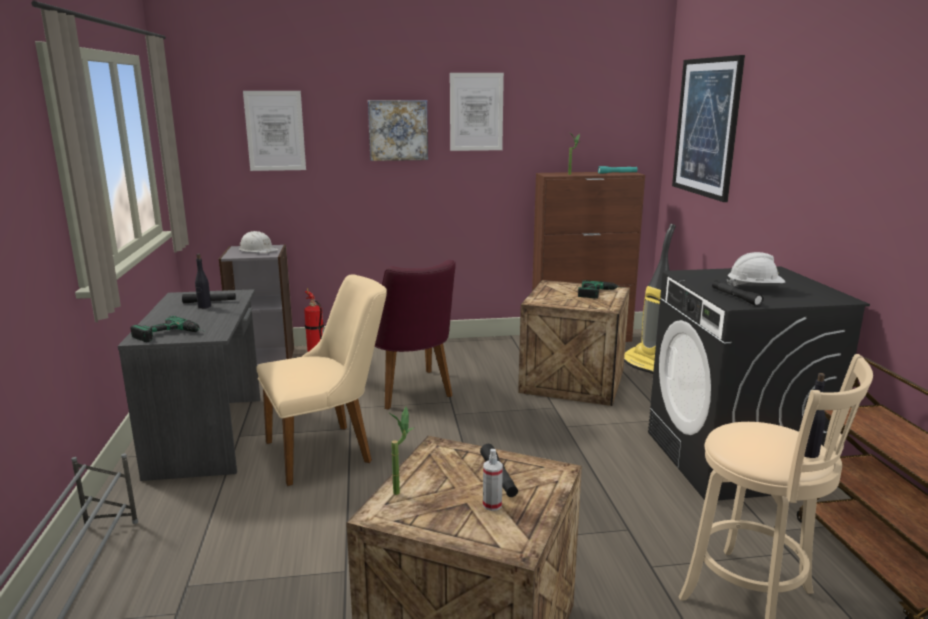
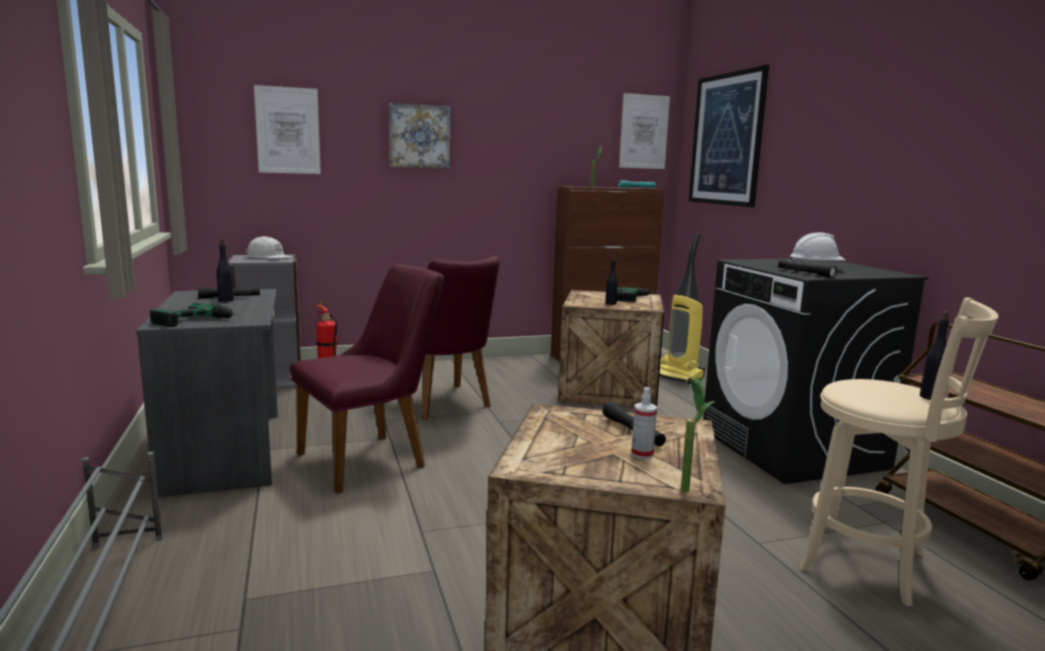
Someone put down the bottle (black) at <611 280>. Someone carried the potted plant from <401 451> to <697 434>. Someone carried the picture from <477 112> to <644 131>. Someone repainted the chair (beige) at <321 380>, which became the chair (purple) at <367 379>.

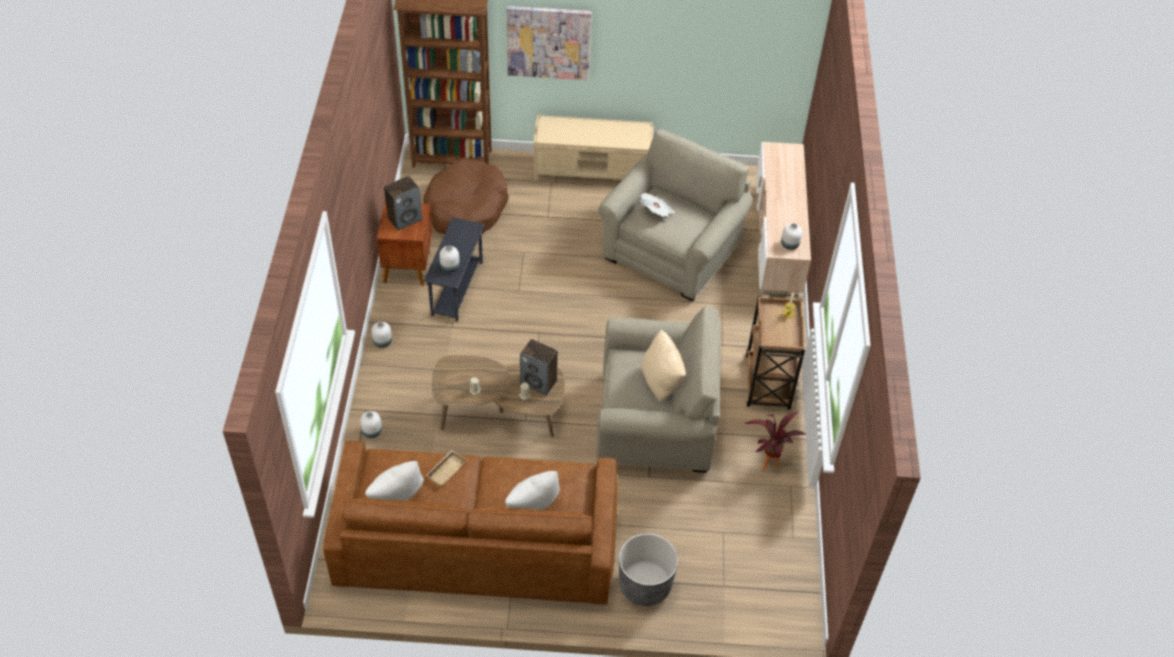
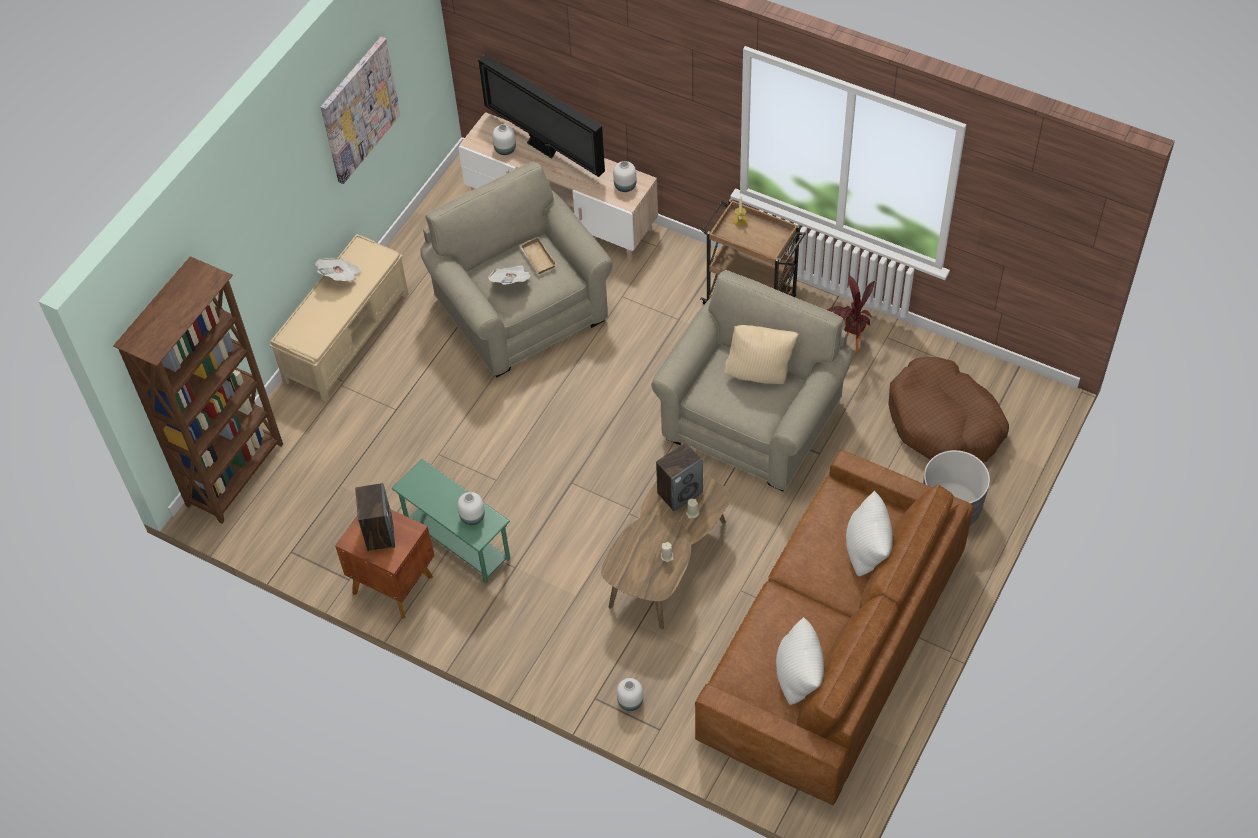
Someone put down the newspaper at <339 270>. Someone put down the television at <541 116>. Someone carried the vase (white) from <381 335> to <504 139>. Someone carried the dog bed (brown) from <466 196> to <948 410>. Someone carried the tray (beige) from <446 468> to <538 255>. Someone carried the picture from <548 43> to <361 110>. Someone repainted the side table (grey) at <454 269>, which became the side table (green) at <450 521>.

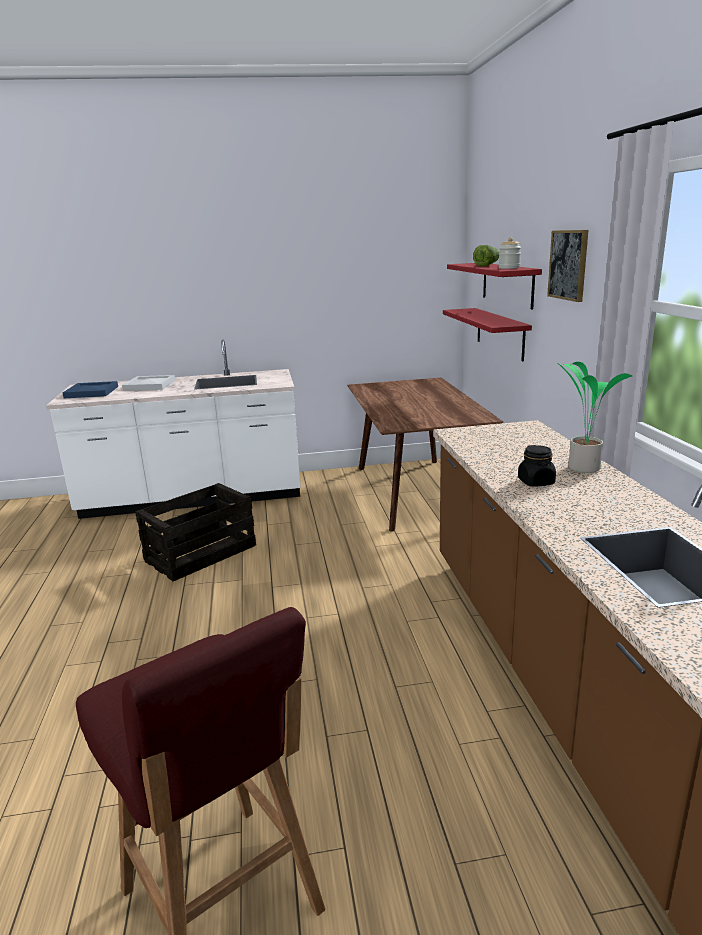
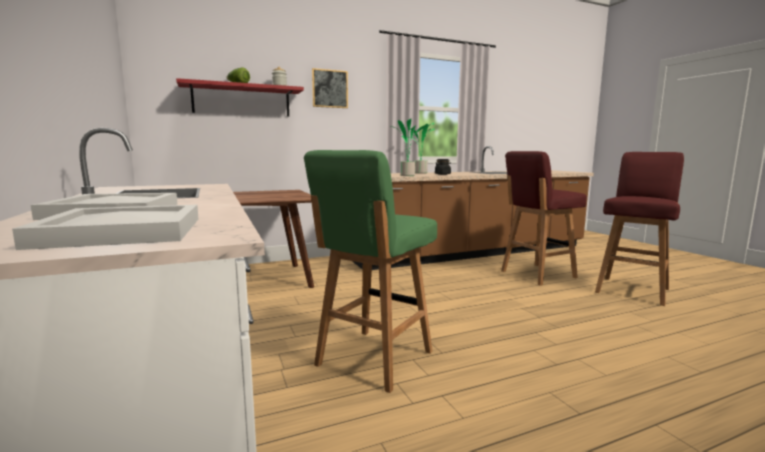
Someone took away the shelf (red) at <487 334>. Someone put down the potted plant at <408 147>. Someone put down the stool (red) at <544 218>. Someone swapped the crate at <195 532> for the stool (green) at <370 271>. Someone repainted the tray (blue) at <90 389>, which became the tray (white) at <105 227>.

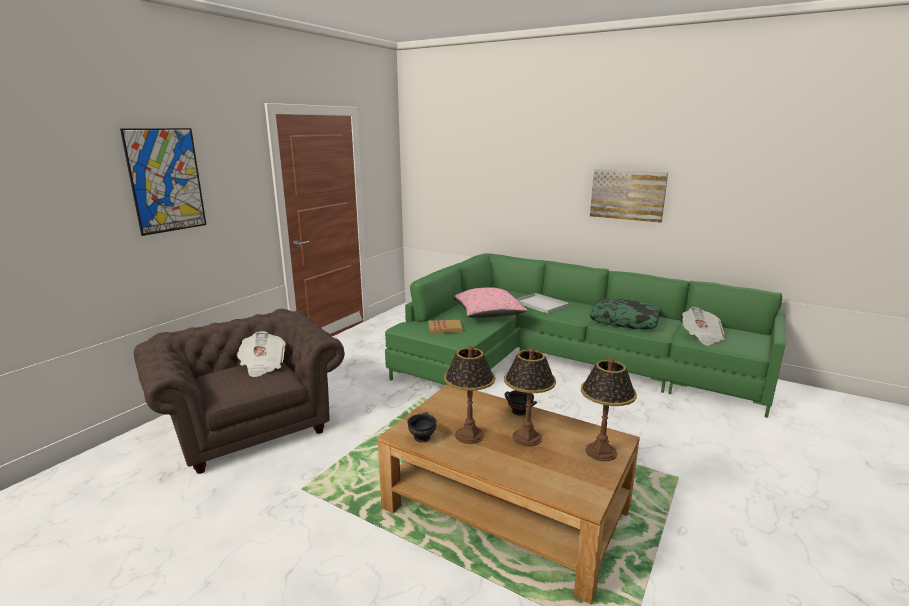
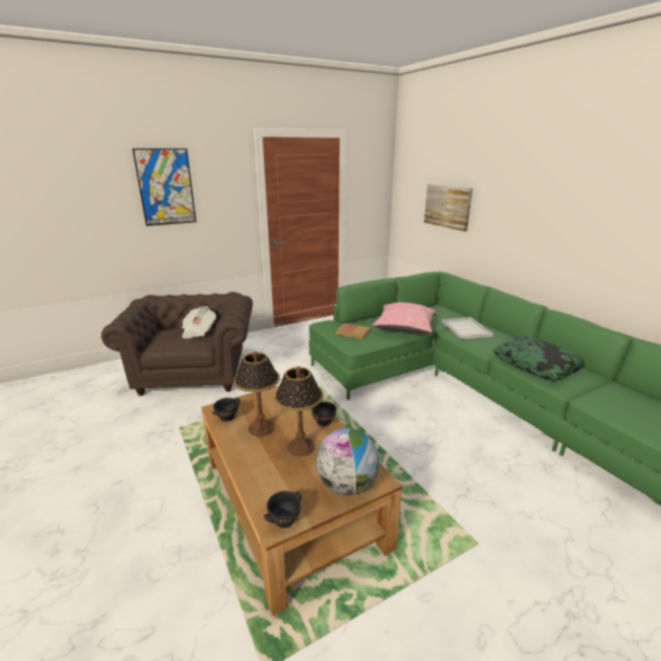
Someone took away the newspaper at <703 326>. Someone put down the bowl (black) at <283 509>. Someone carried the picture from <629 196> to <448 207>. Someone swapped the table lamp at <609 409> for the globe at <348 461>.

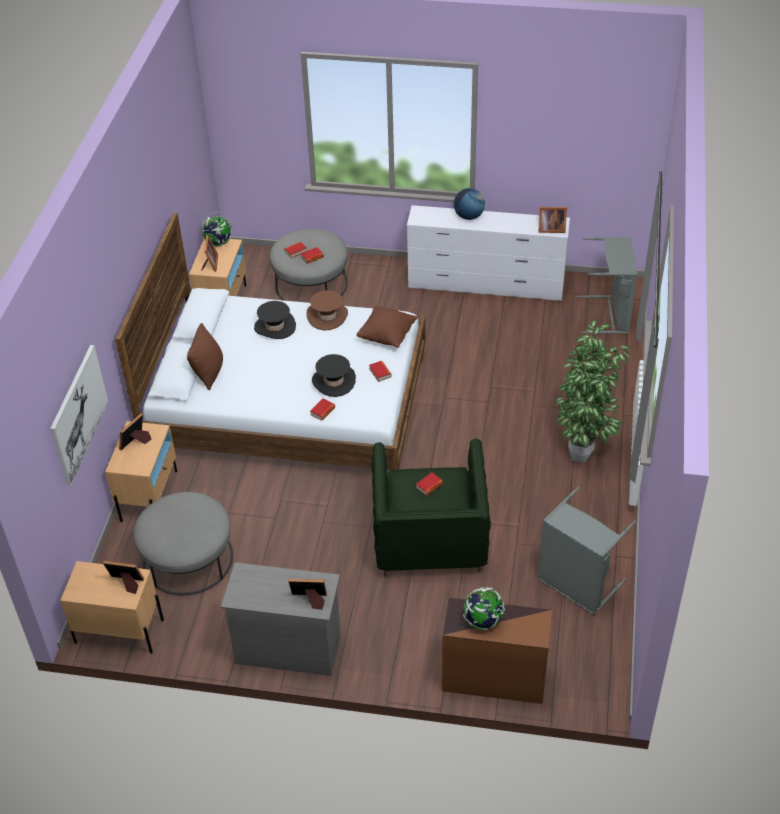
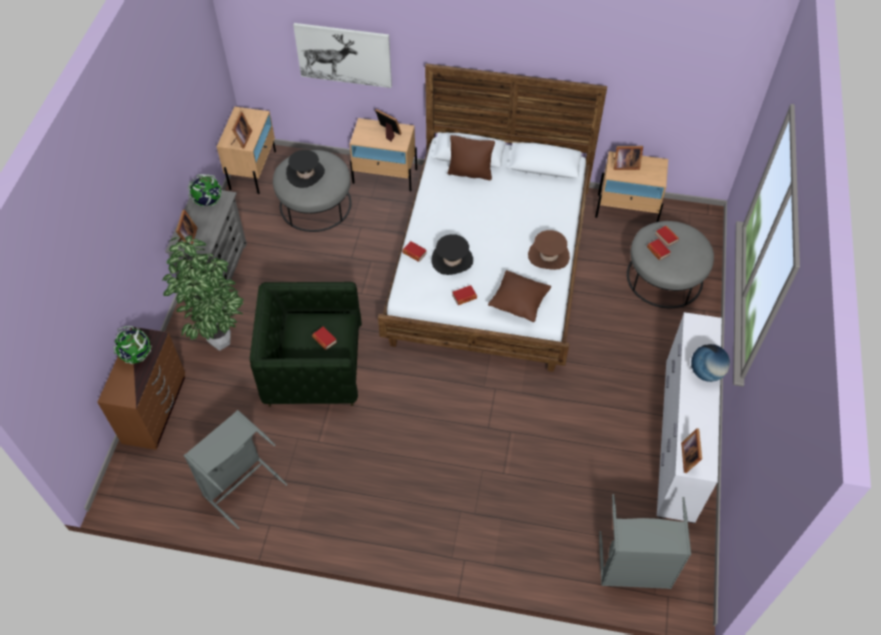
Someone carried the globe from <217 229> to <205 190>. Someone carried the hat (black) from <275 320> to <305 169>. Someone carried the potted plant from <593 391> to <203 293>.

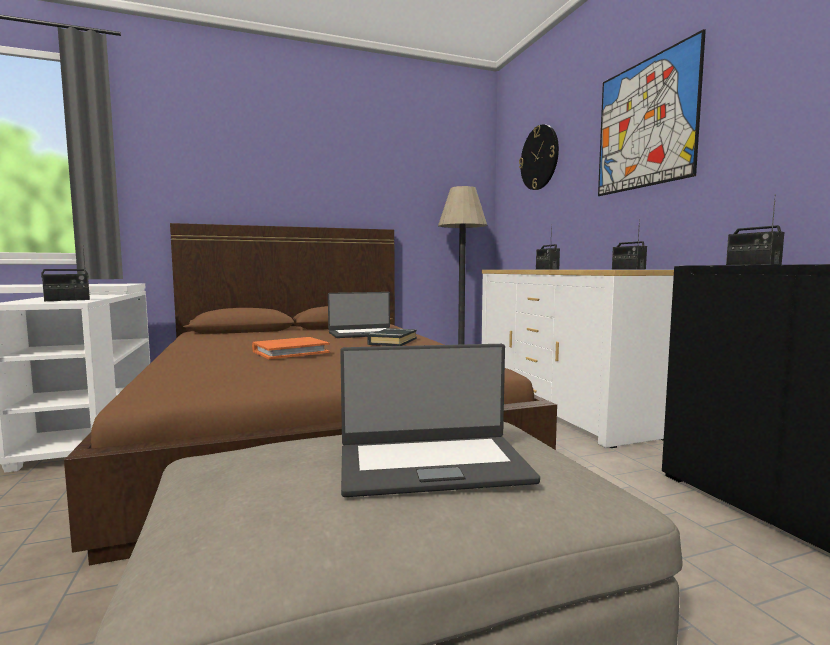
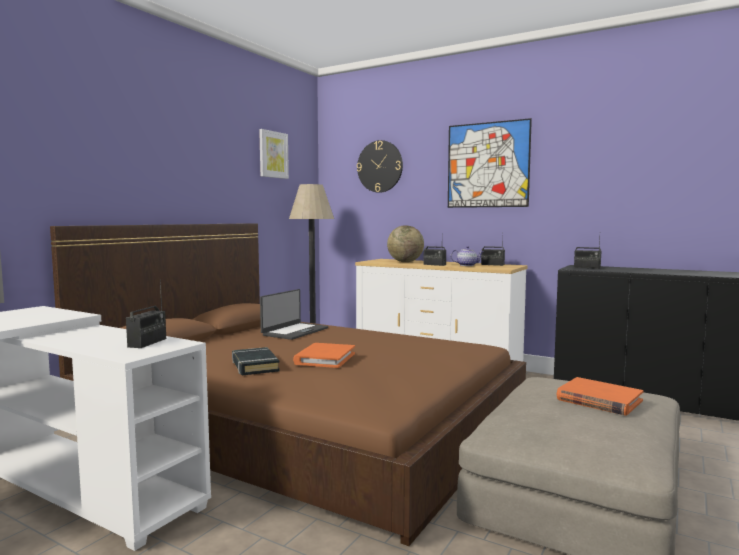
Someone put up the picture at <274 154>. Someone put down the globe at <405 243>. Someone put down the teapot at <467 256>. Someone carried the book (black) from <392 337> to <256 361>. Someone swapped the laptop at <440 420> for the book (orange) at <600 396>.

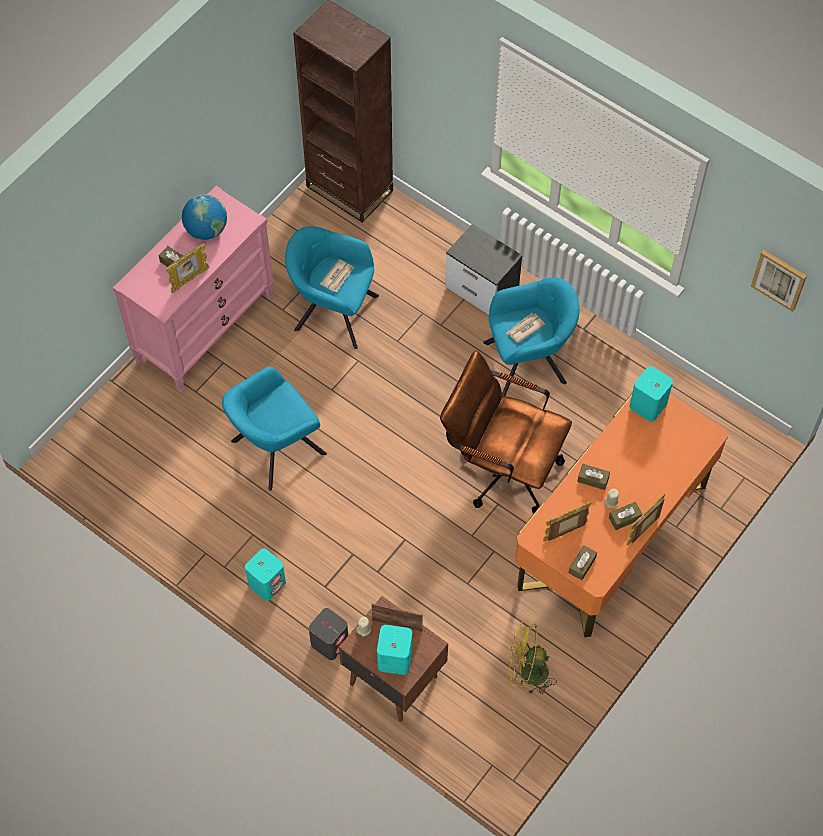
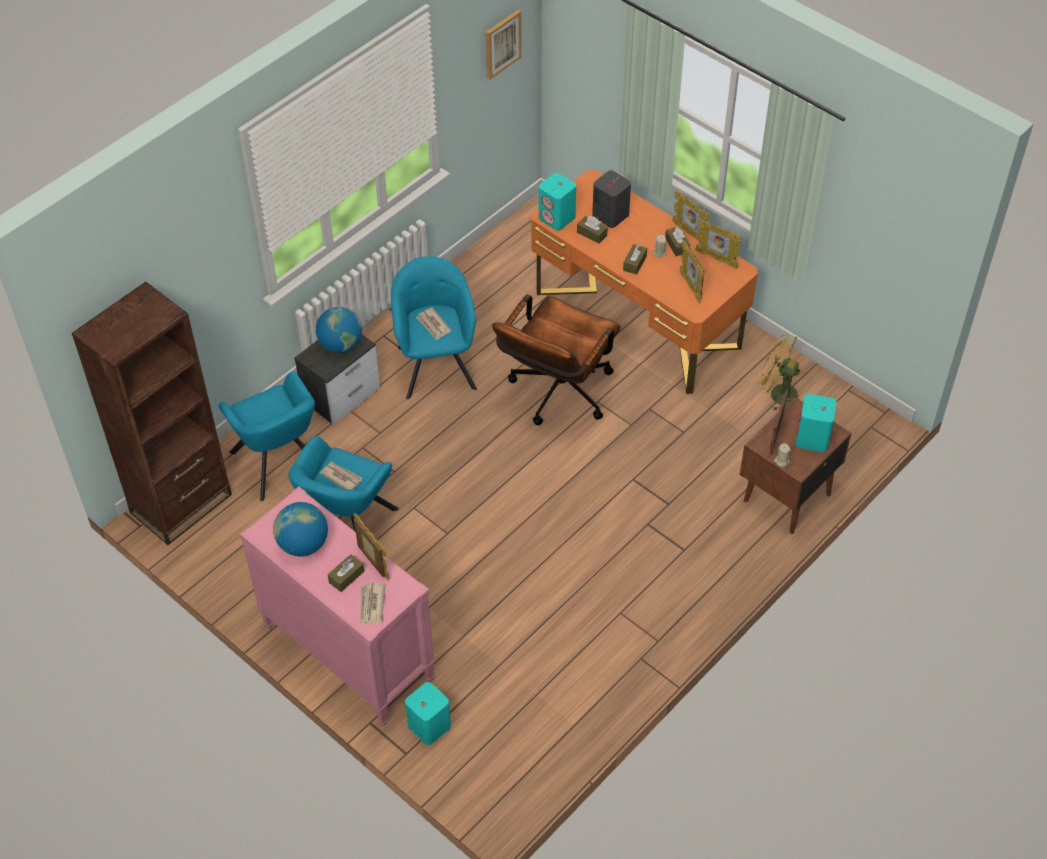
Someone put down the globe at <339 330>. Someone put down the newspaper at <372 604>. Someone put down the picture frame at <718 243>. Someone carried the armchair (turquoise) from <274 429> to <267 437>. Someone carried the speaker (turquoise) from <265 574> to <428 713>. Someone carried the speaker (grey) from <328 634> to <611 199>. Someone carried the tissue box (brown) from <582 562> to <592 230>. Someone rotated the fan (yellow) at <532 658> by 105 degrees clockwise.

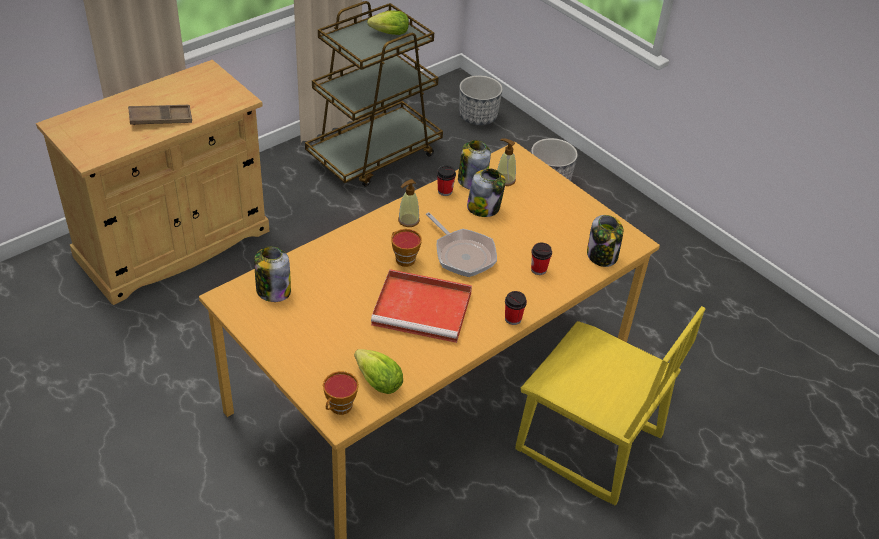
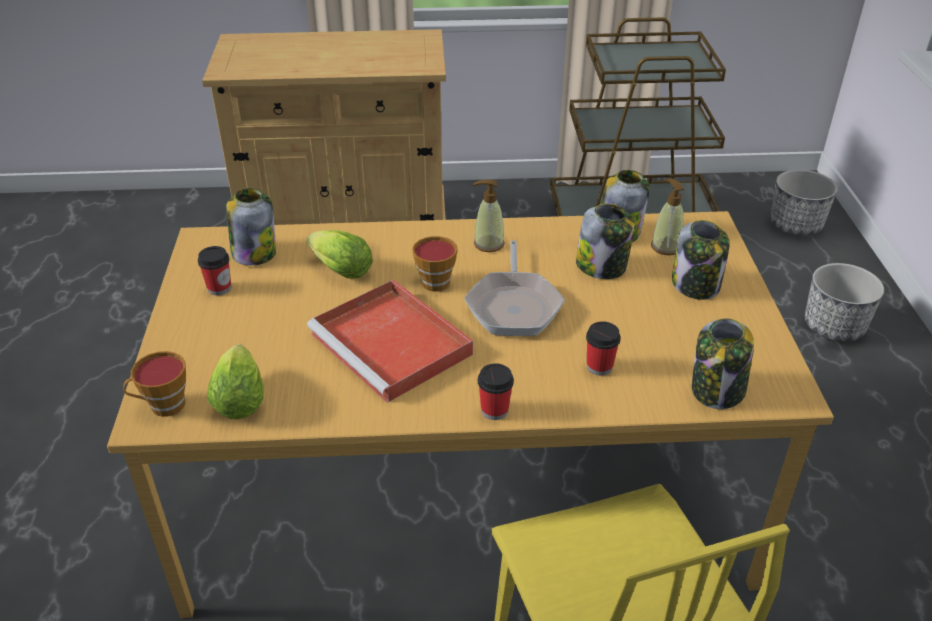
Someone took away the tray (brown) at <160 115>. Someone put down the jar at <701 260>. Someone carried the lettuce from <388 23> to <339 254>. Someone carried the cup from <446 180> to <214 270>.

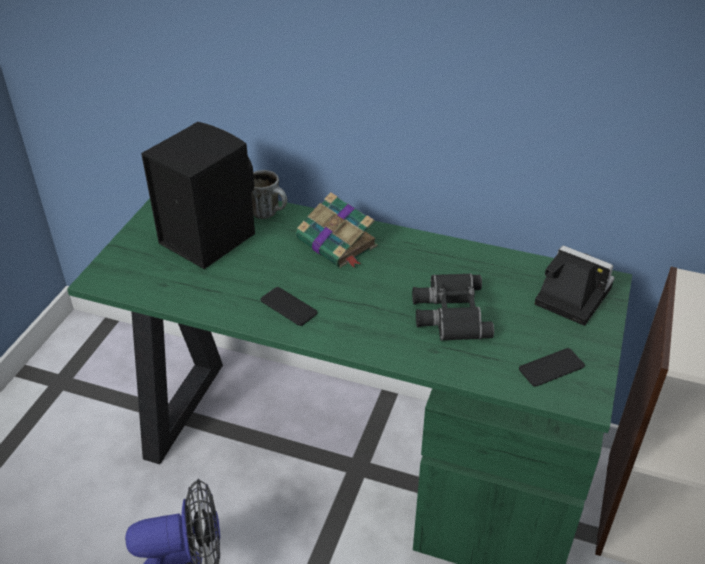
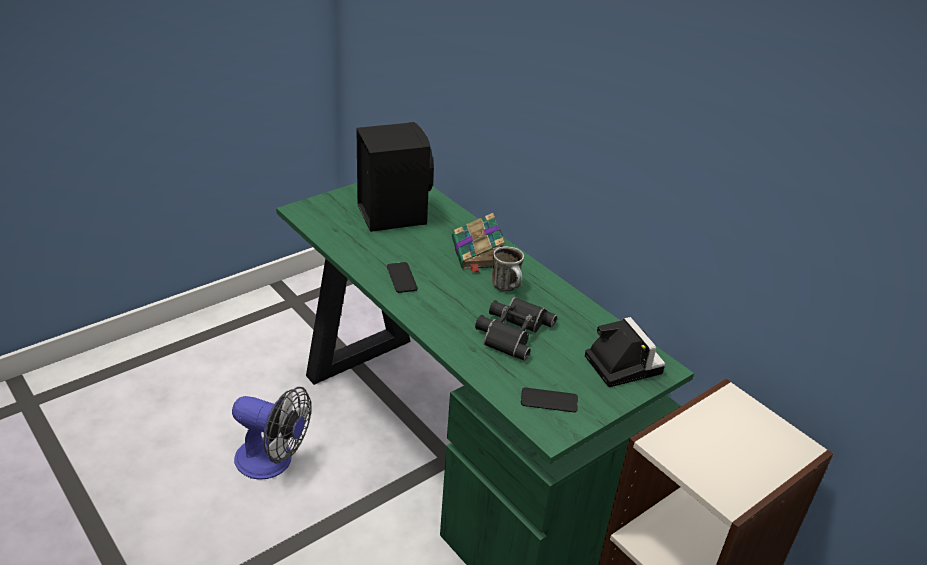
Someone carried the mug from <269 194> to <508 269>.

